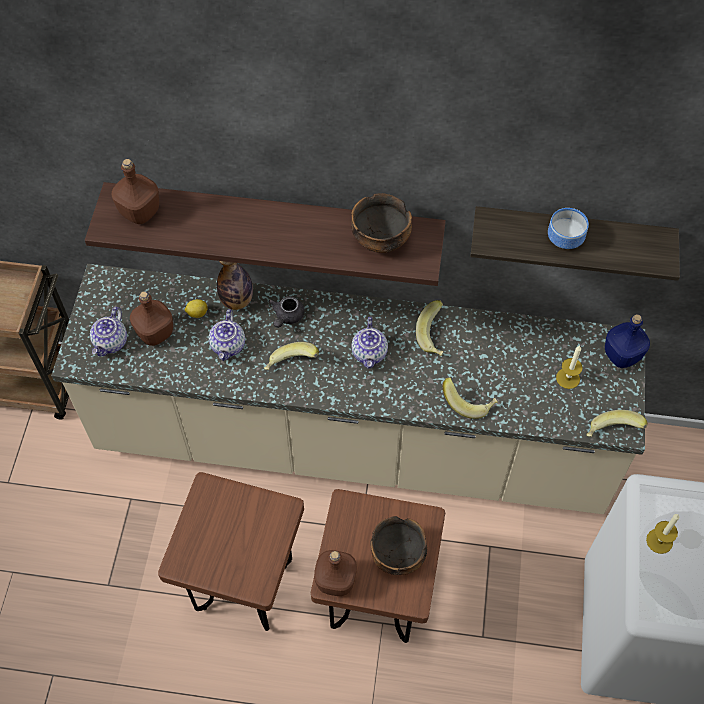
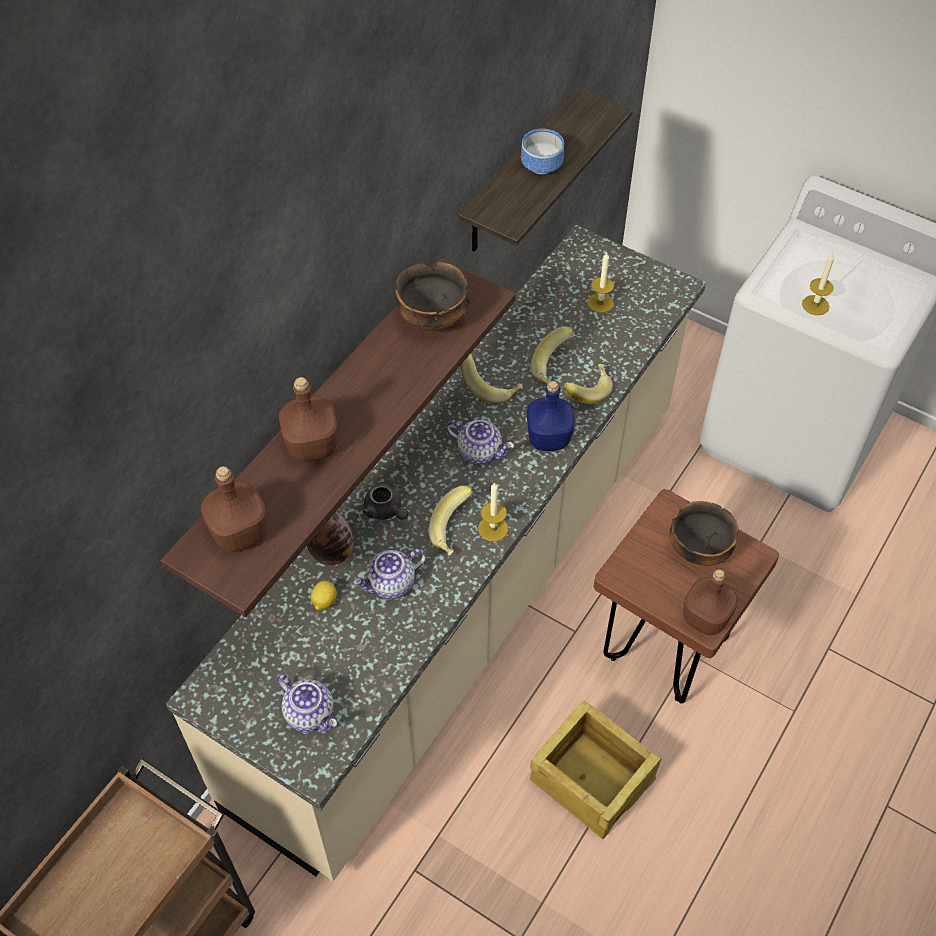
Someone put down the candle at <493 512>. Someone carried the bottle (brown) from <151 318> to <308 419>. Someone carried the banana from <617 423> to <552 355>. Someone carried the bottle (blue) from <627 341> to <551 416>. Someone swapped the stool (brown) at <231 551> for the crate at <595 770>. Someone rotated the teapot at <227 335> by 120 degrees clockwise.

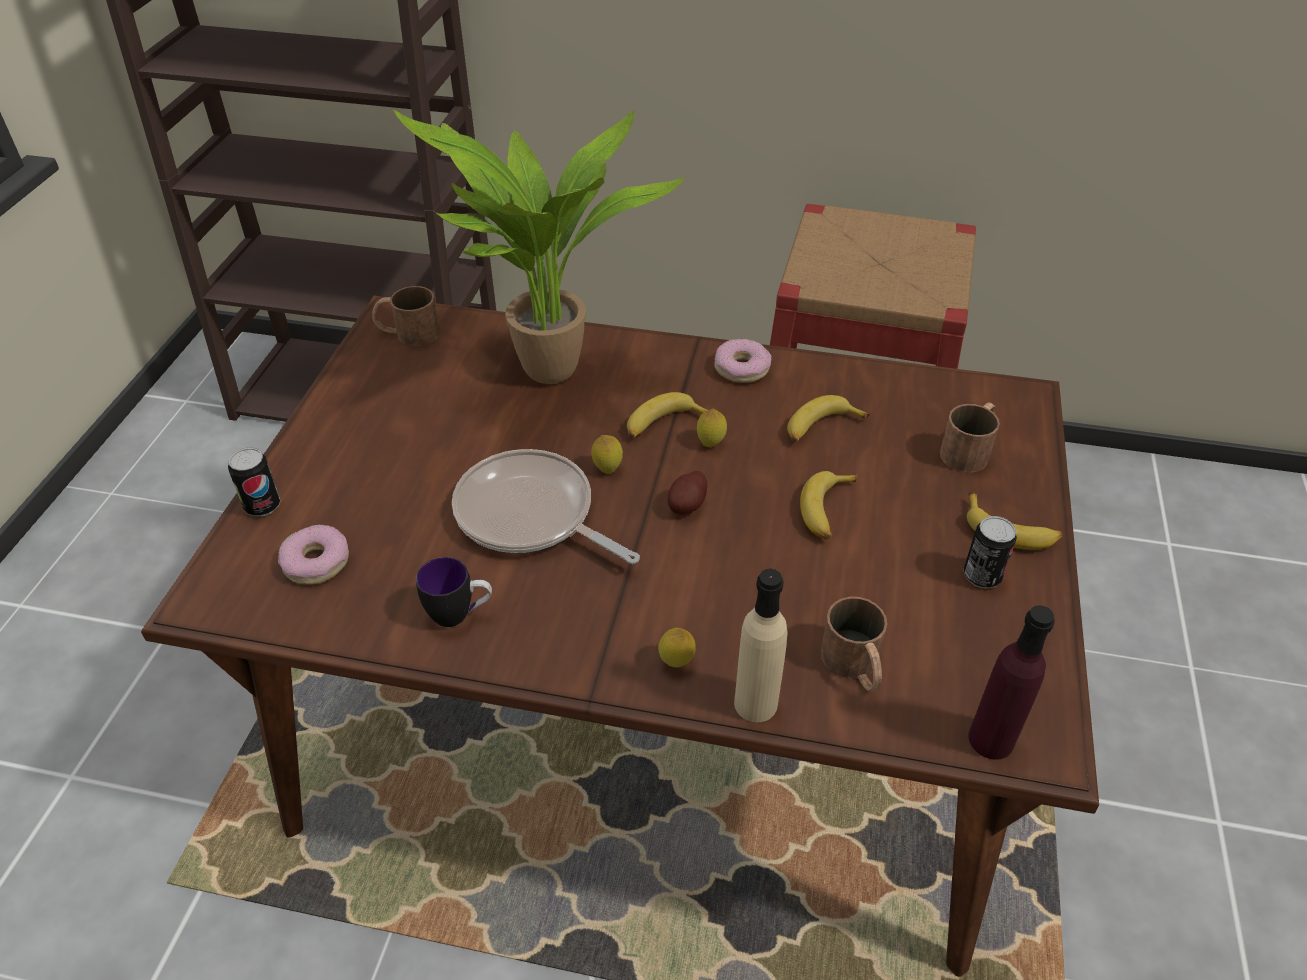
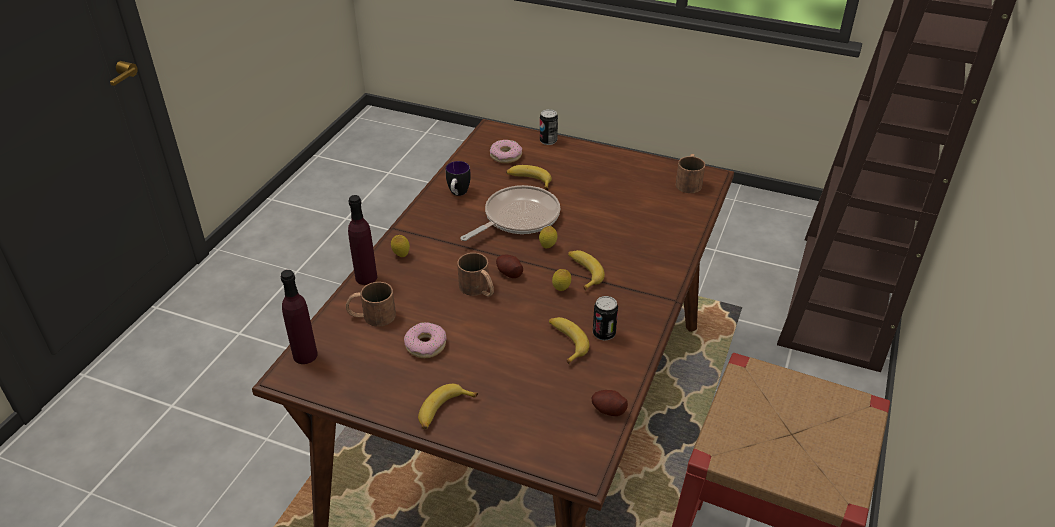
Someone took away the potted plant at <539 246>. Someone put down the potato at <610 403>. Someone carried the donut from <743 361> to <425 340>. Someone carried the banana from <828 505> to <529 177>. Someone carried the mug (brown) from <970 437> to <475 275>. Someone carried the can from <990 552> to <605 318>. Someone repainted the bottle (beige) at <761 645>, which became the bottle (purple) at <362 240>.

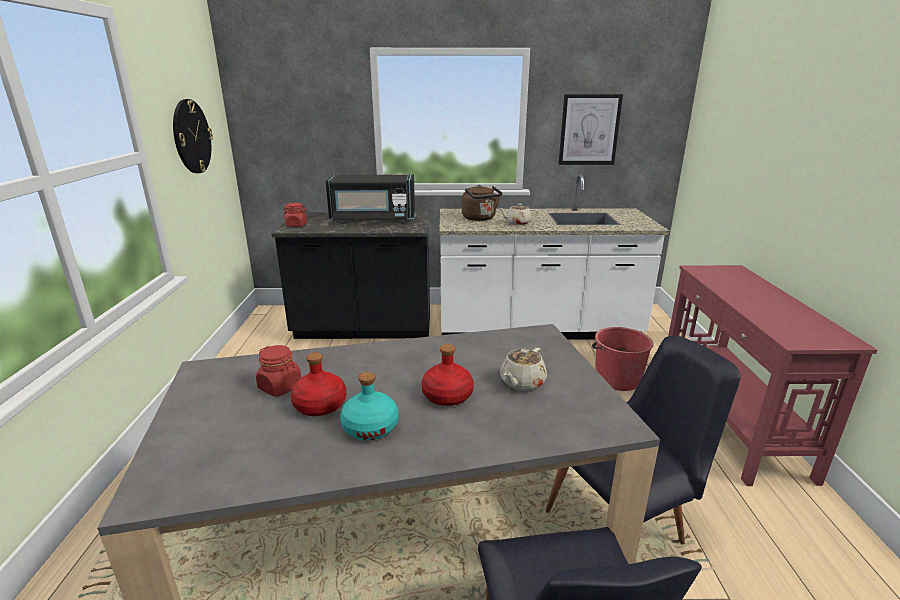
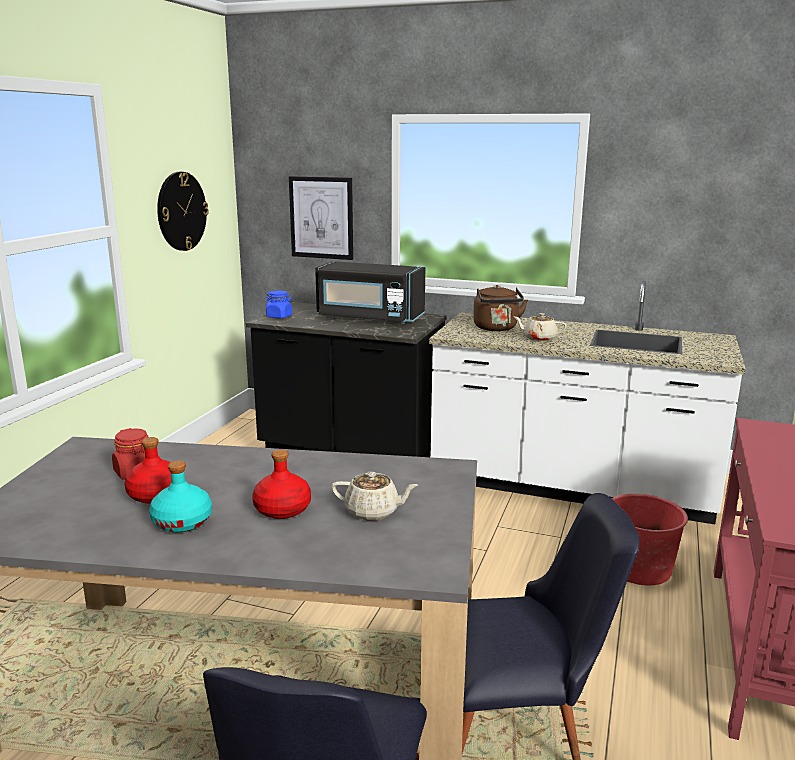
Someone carried the picture from <591 129> to <321 218>. Someone repainted the jar (red) at <295 215>, which became the jar (blue) at <279 304>. Someone rotated the teapot (beige) at <523 369> by 135 degrees counterclockwise.

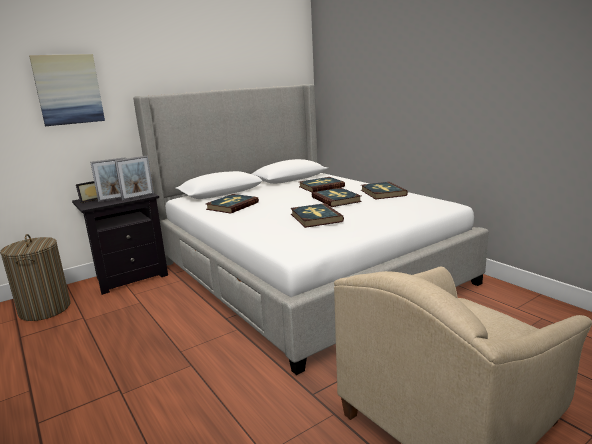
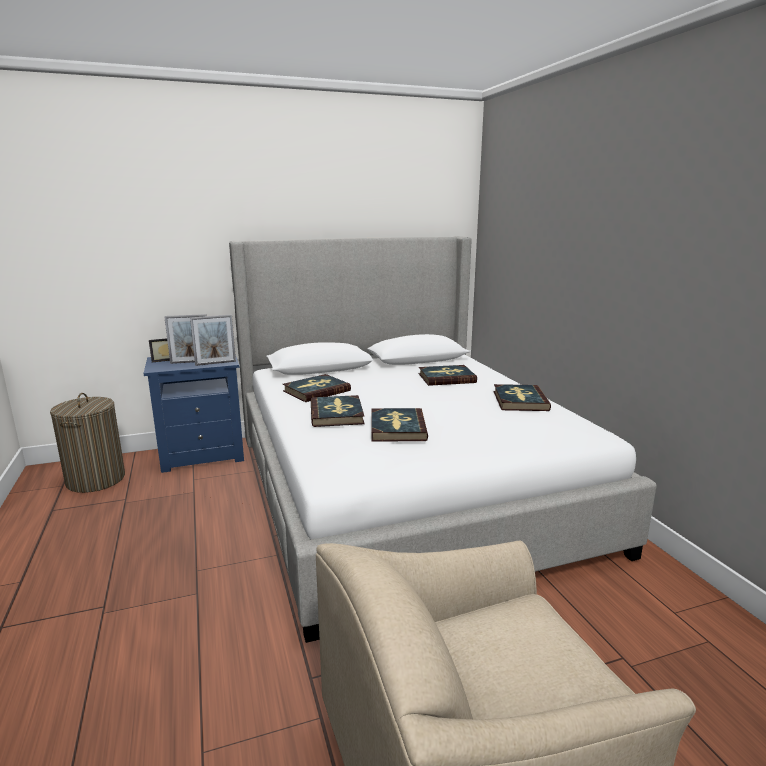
Someone took away the picture at <67 90>. Someone carried the book from <337 197> to <337 411>. Someone repainted the nightstand (black) at <120 244>, which became the nightstand (blue) at <193 413>.

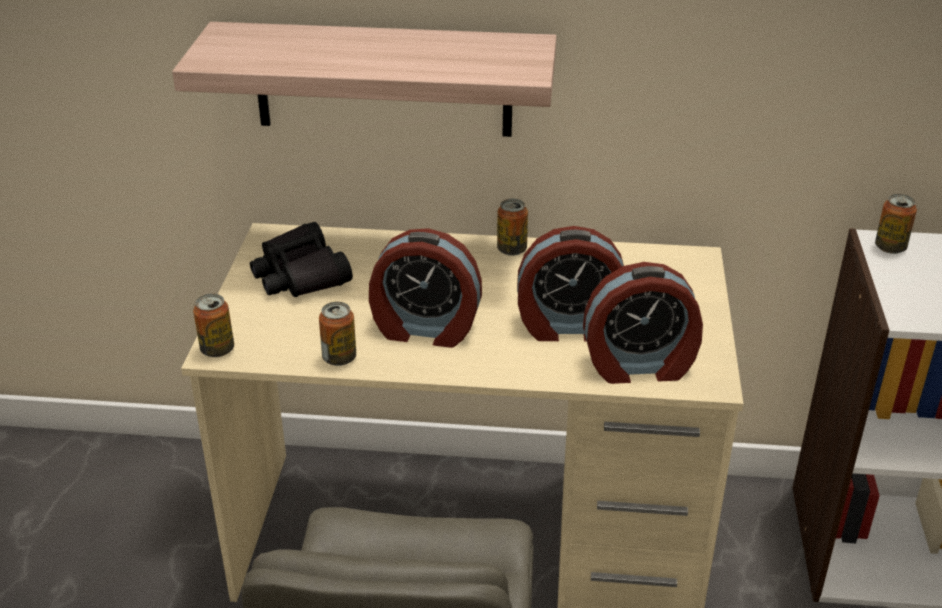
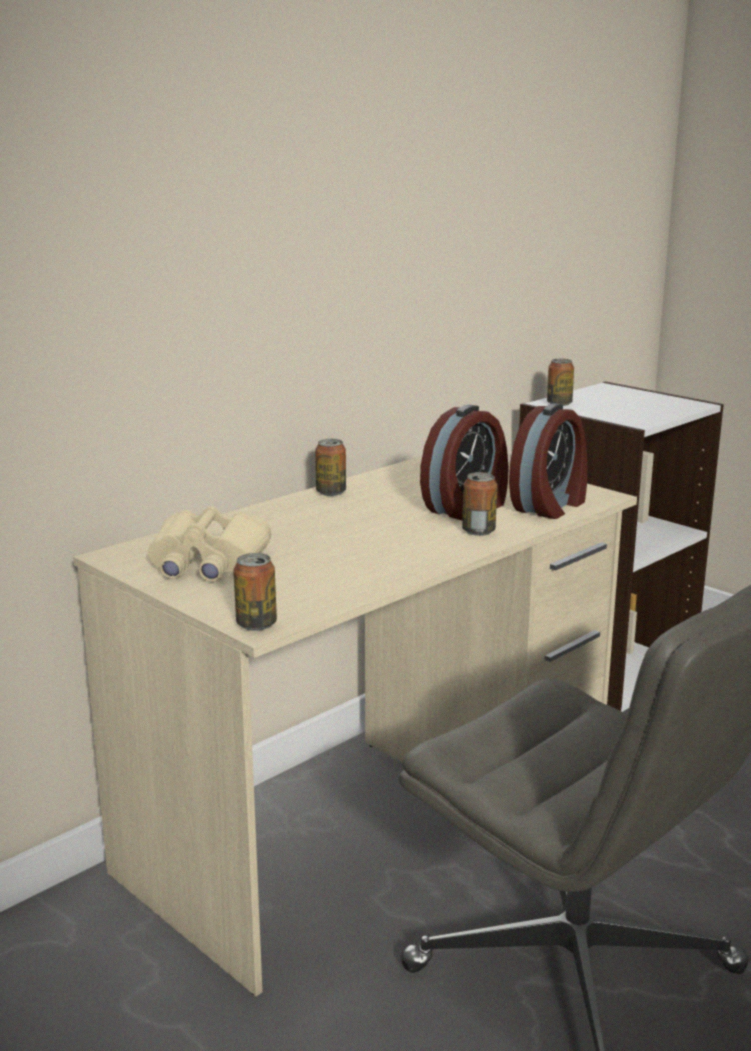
Someone took away the shelf at <364 79>. Someone took away the alarm clock at <425 288>. Someone carried the can from <337 334> to <480 504>. Someone repainted the binoculars (black) at <301 259>, which became the binoculars (beige) at <209 543>.

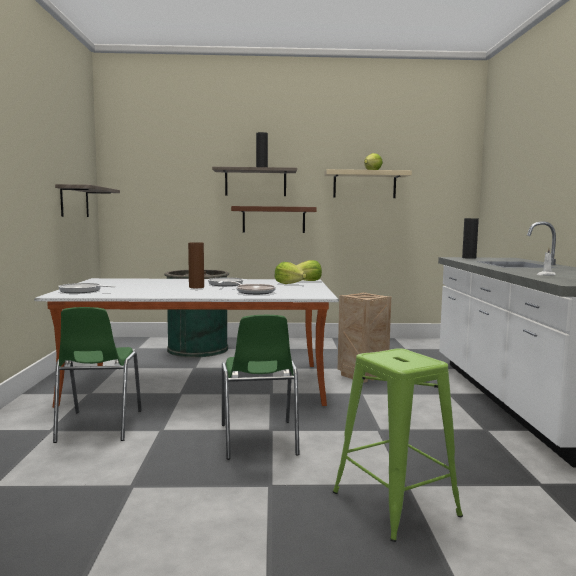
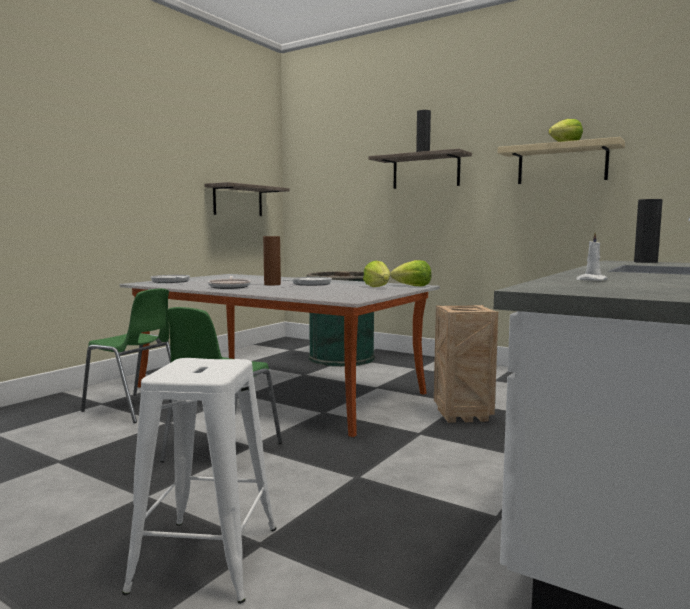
Someone took away the shelf (brown) at <274 219>. Someone carried the frying pan from <253 288> to <229 282>. Someone repainted the stool (green) at <398 445>, which became the stool (white) at <199 481>. Someone rotated the chair (green) at <97 375> by 90 degrees counterclockwise.

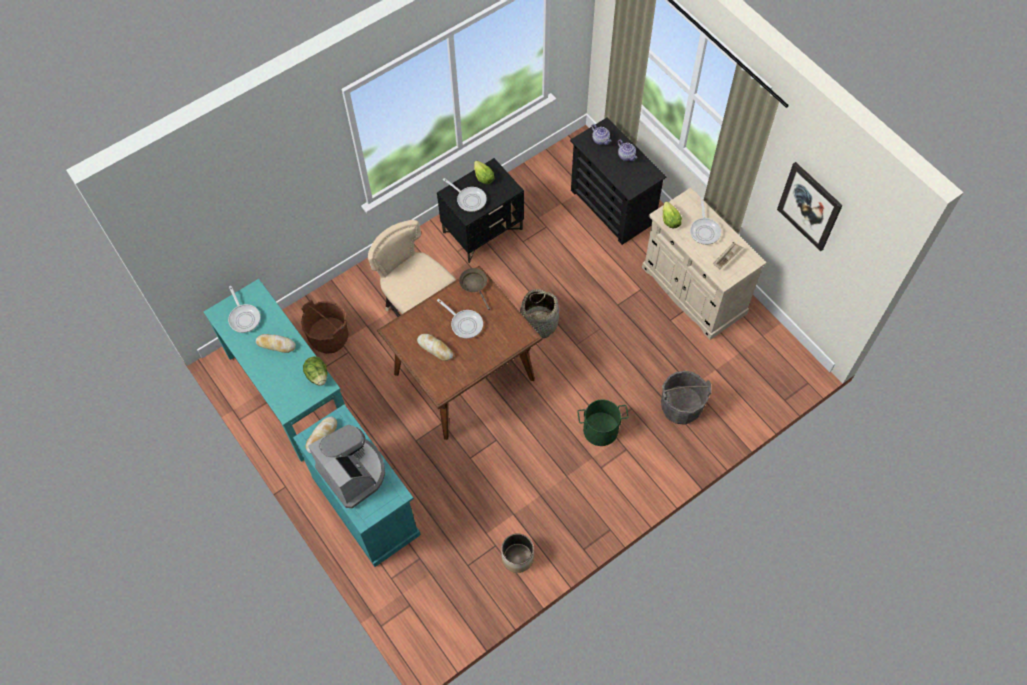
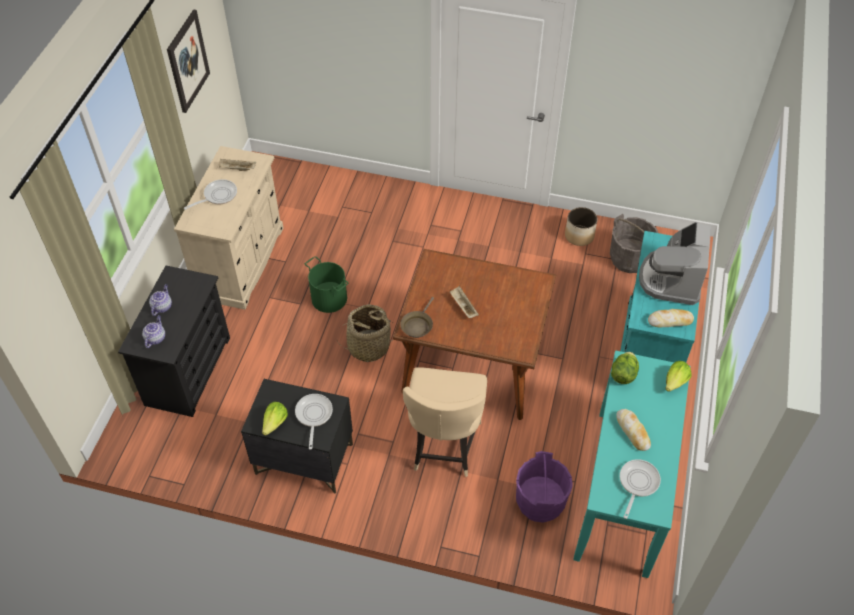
Someone took away the bread at <435 347>. Someone carried the bucket (green) from <602 423> to <326 284>. Someone carried the bucket (grey) from <686 397> to <634 243>. Someone carried the lettuce from <672 215> to <678 376>. Someone swapped the frying pan at <460 318> for the tray (beige) at <464 302>. Someone repainted the bucket (brown) at <325 327>, which became the bucket (purple) at <544 487>.

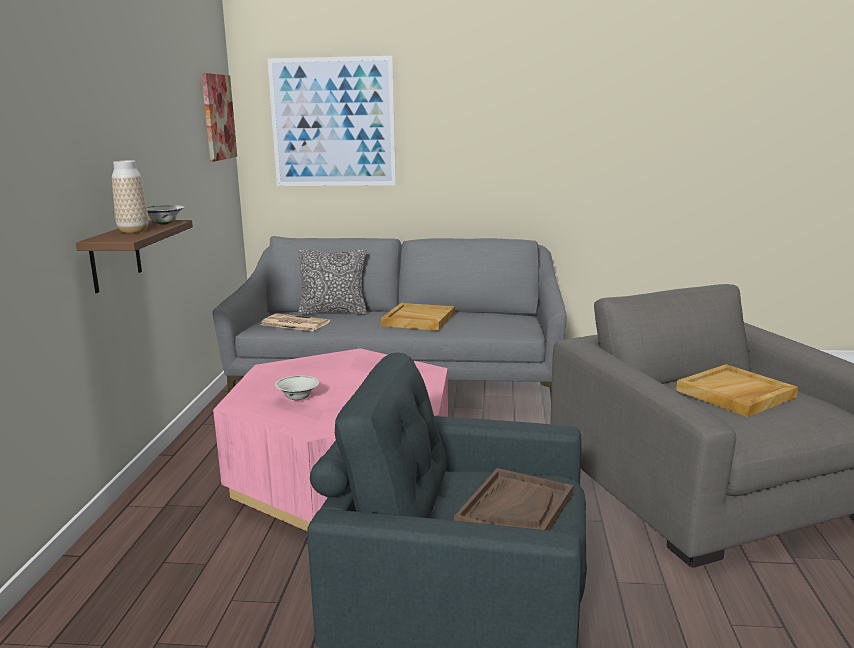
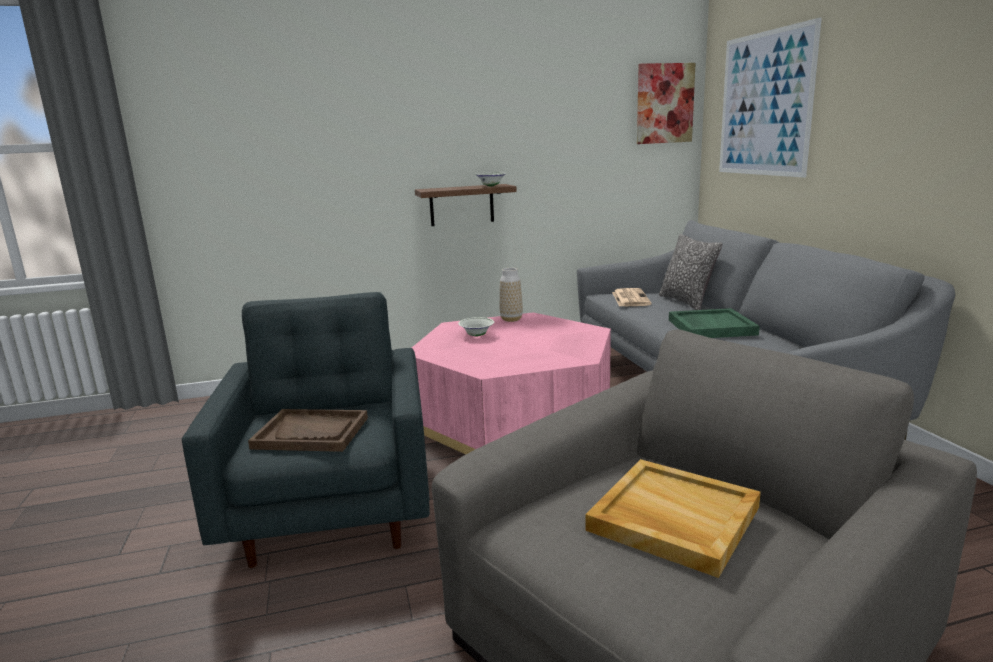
Someone carried the vase from <130 196> to <511 295>. Someone repainted the tray (beige) at <418 317>, which became the tray (green) at <714 323>.

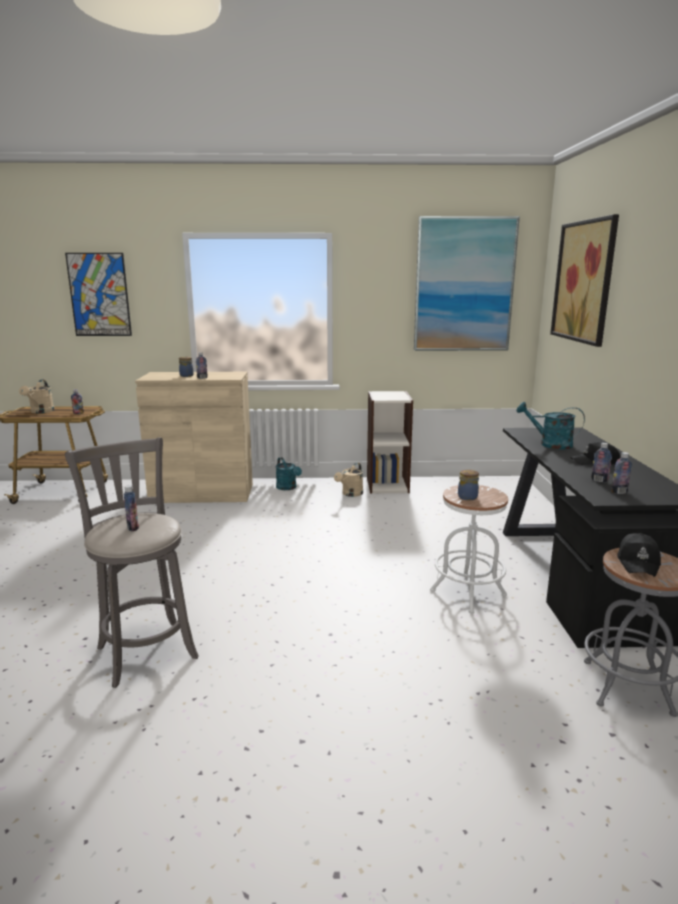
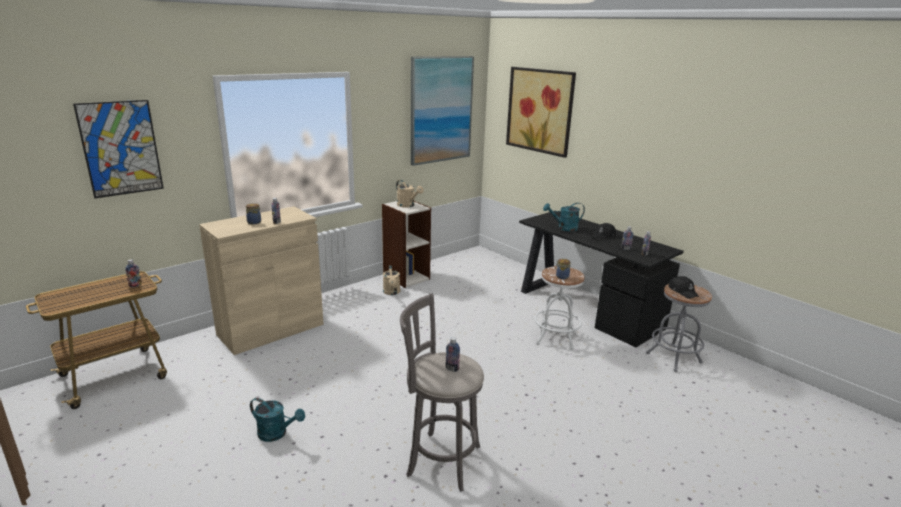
Someone carried the watering can (beige) from <37 396> to <410 194>. Someone carried the watering can (turquoise) from <289 473> to <277 420>.

